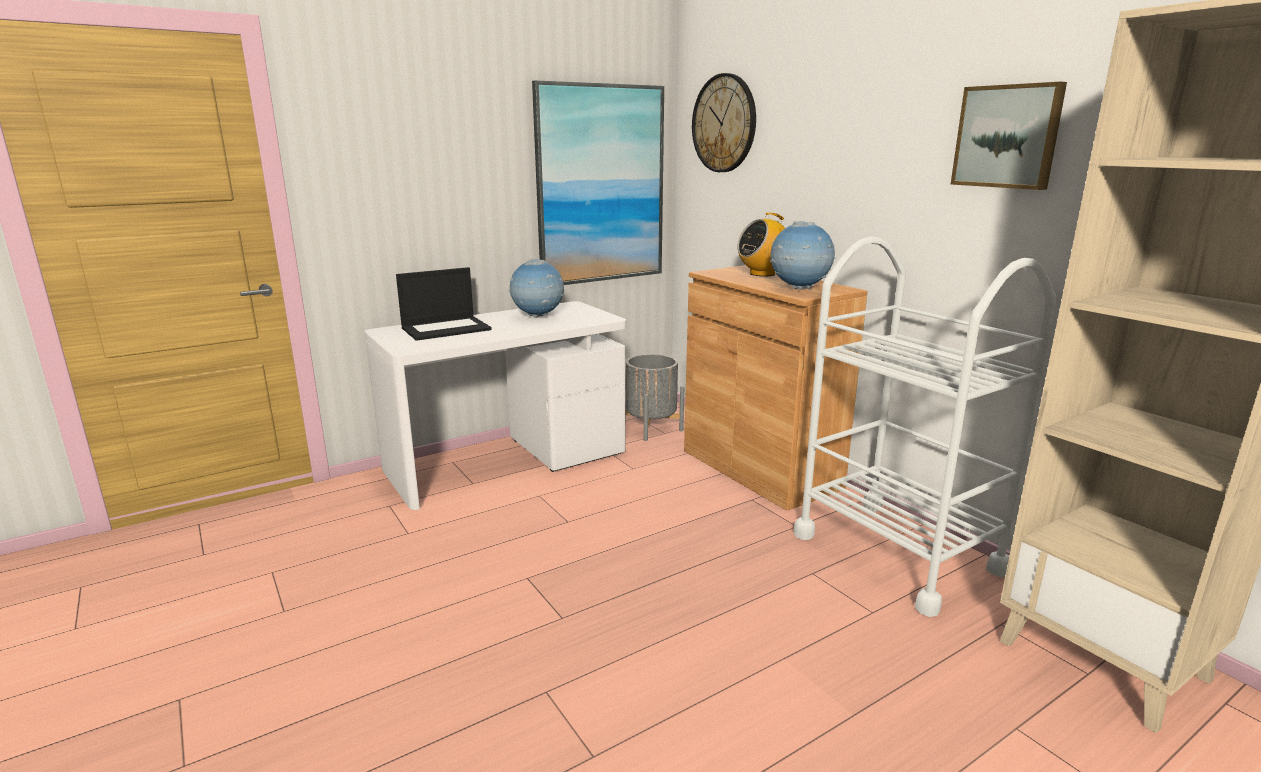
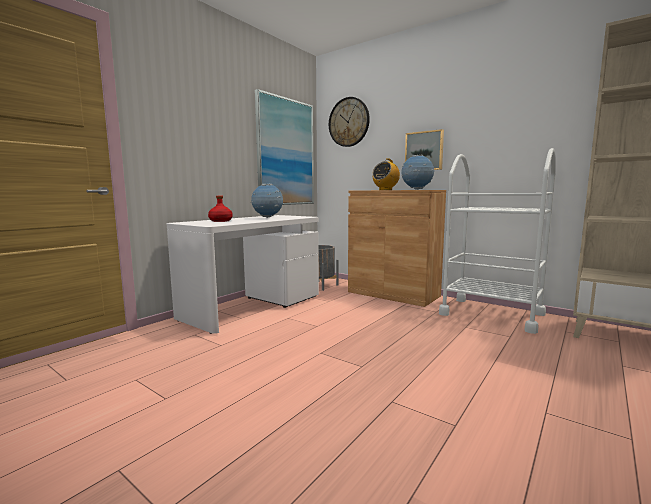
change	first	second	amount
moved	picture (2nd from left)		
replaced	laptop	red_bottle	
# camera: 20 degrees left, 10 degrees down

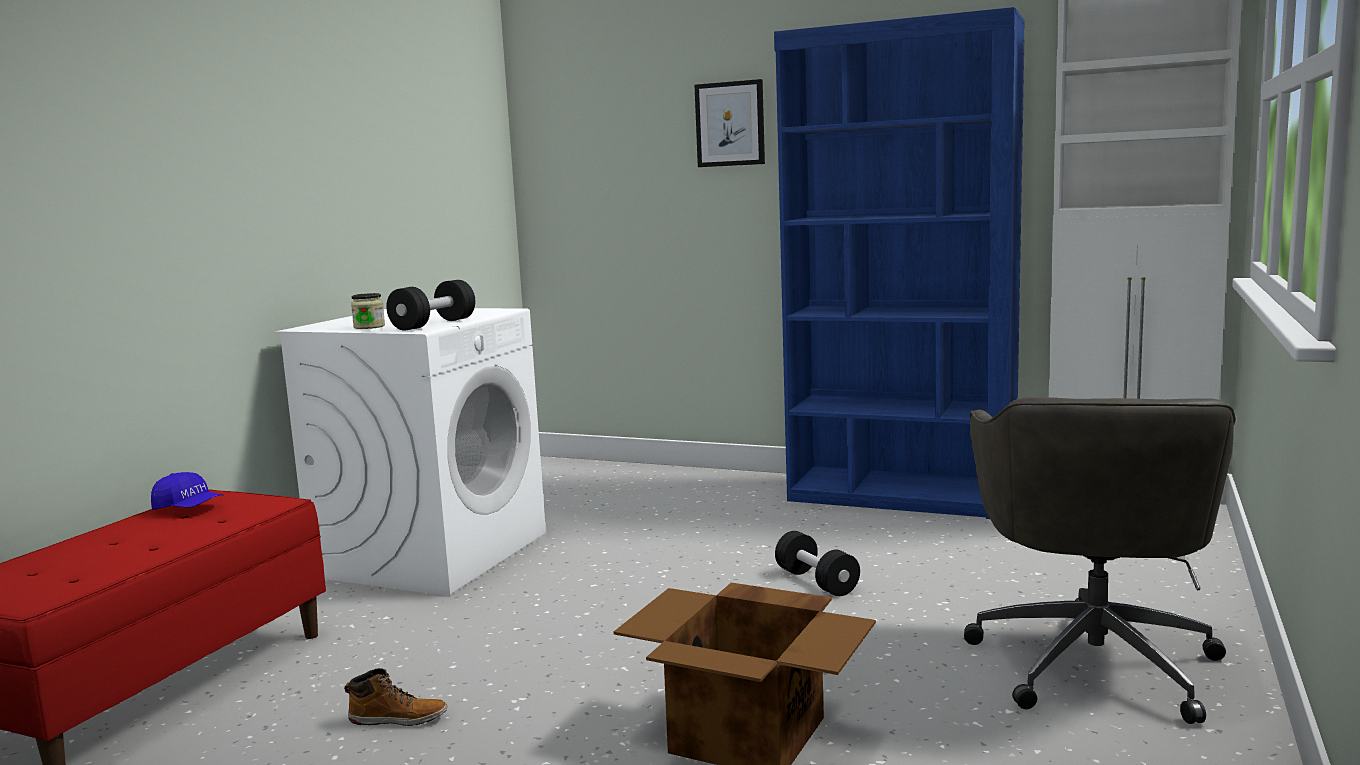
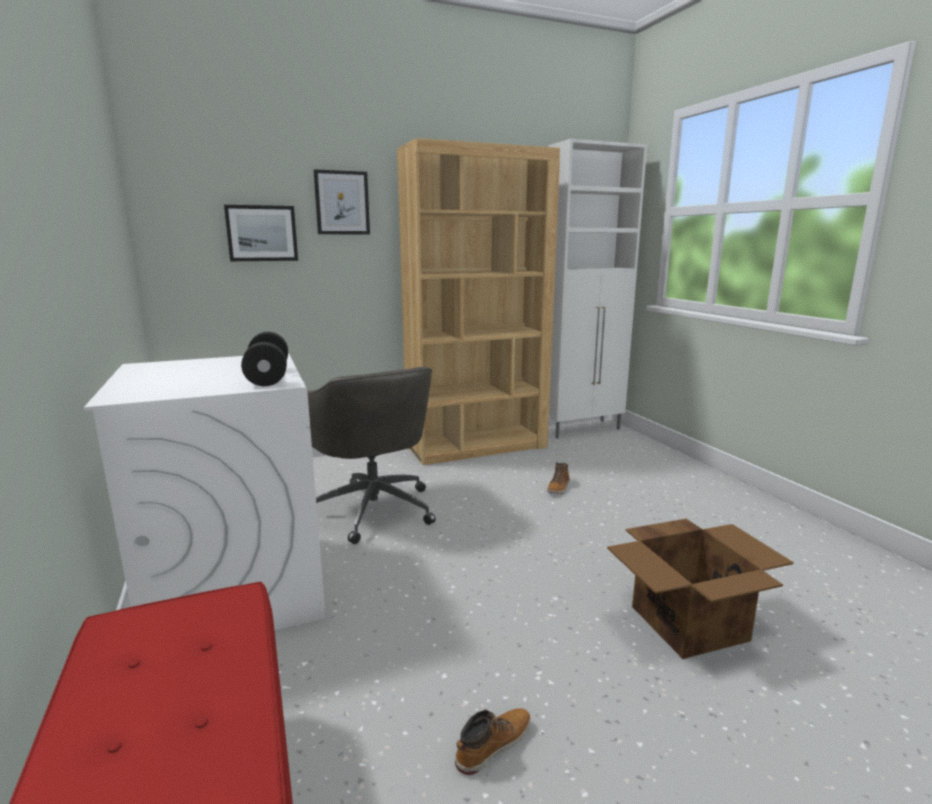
change	first	second	amount
recoloured	blue_bookcase	brown_bookcase	
removed	jar		
moved	grey_office_chair		
removed	blue_cap		
removed	black_dumbbell (2nd from left)		
added		picture (1st from left)	
added		boot (2nd from left)	
# camera: 45 degrees left, 5 degrees up

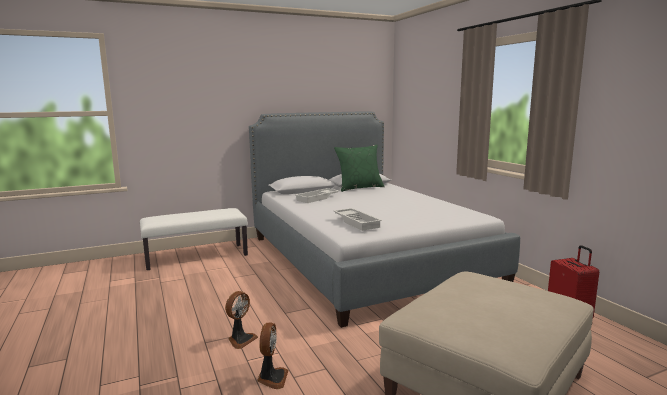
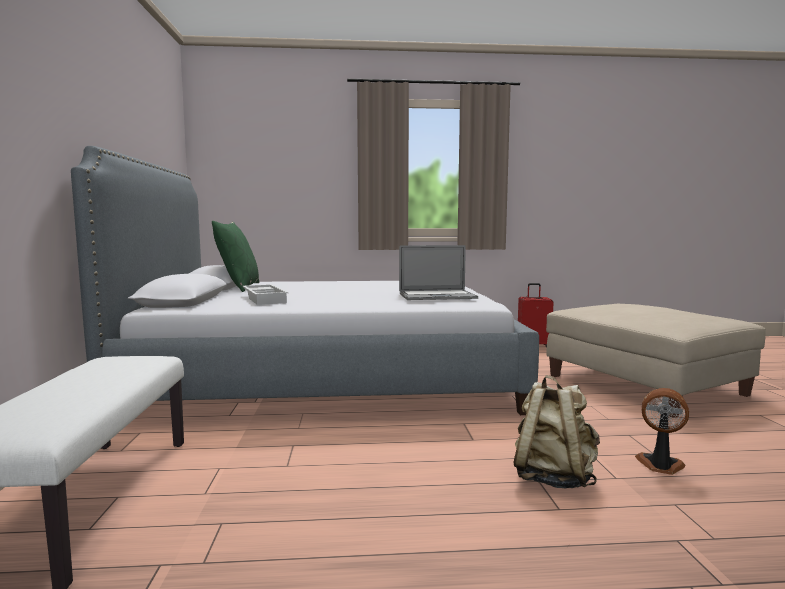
change	first	second	amount
replaced	white_tray (2nd from left)	laptop	
replaced	fan (1st from left)	beige_backpack	
# camera: 70 degrees left, 5 degrees down

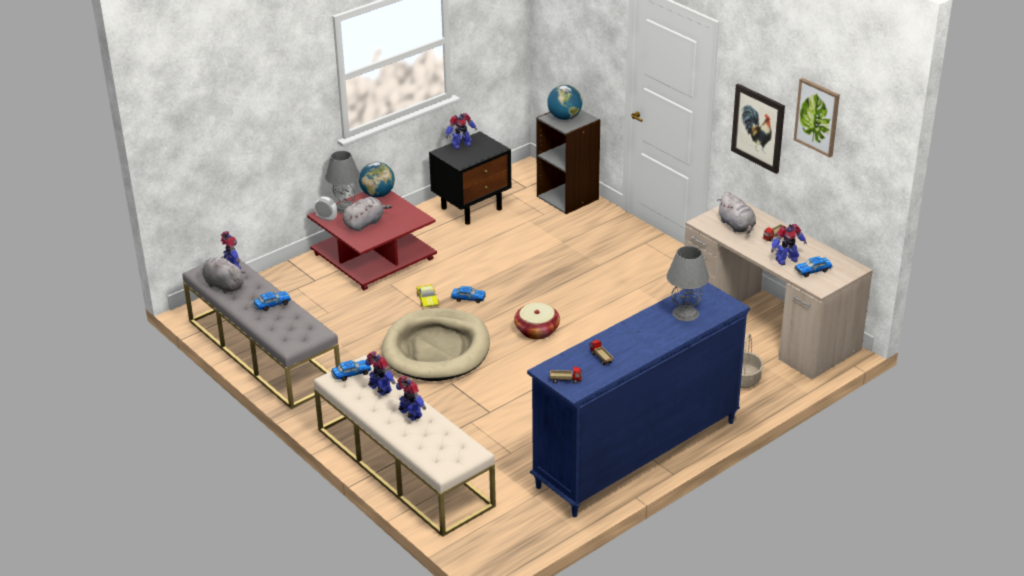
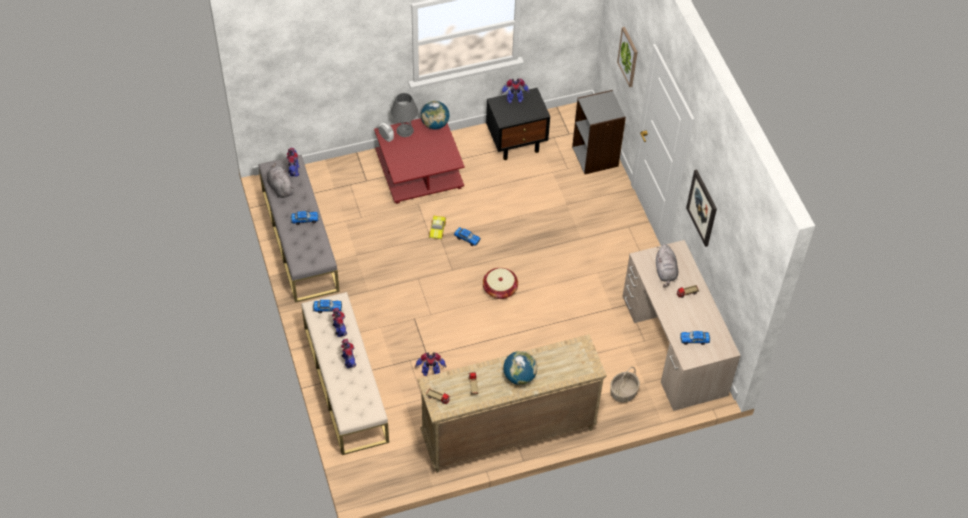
change	first	second	amount
moved	picture (2nd from left in the first image)	picture (1st from left)	
moved	globe (2nd from left)		
removed	grey_plush_toy (2nd from left)		
moved	toy_robot (5th from left in the first image)	toy_robot (4th from left)	
removed	grey_table_lamp (2nd from left)		
recoloured	blue_dresser	beige_dresser	
removed	beige_dog_bed		
# camera: 20 degrees right, 20 degrees up

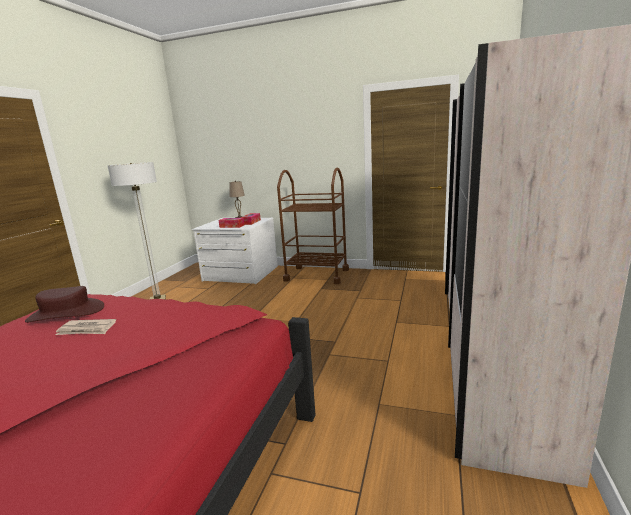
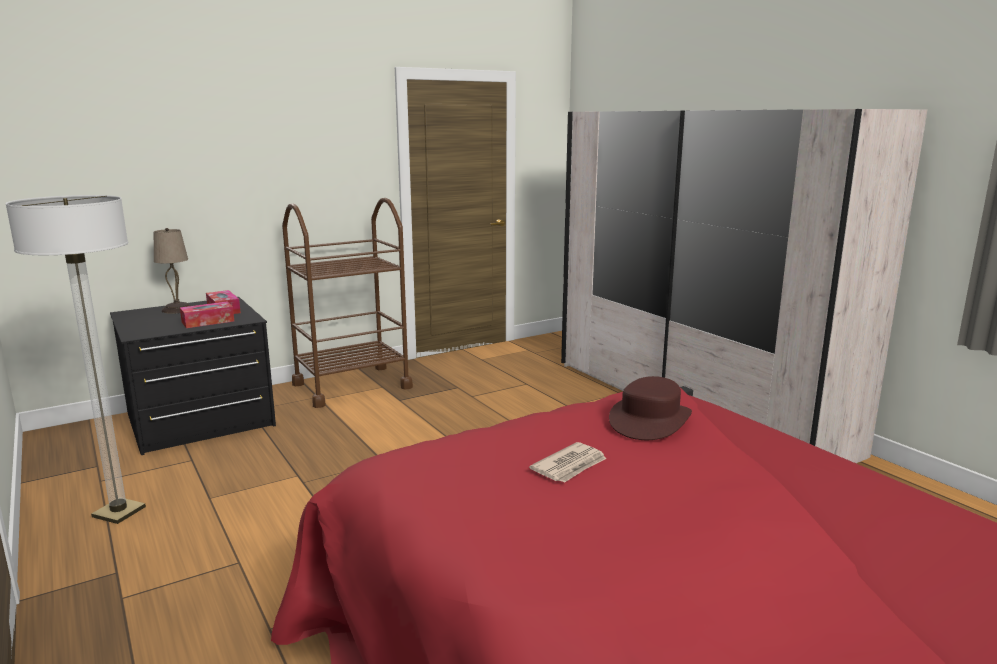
change	first	second	amount
recoloured	white_dresser	black_dresser	
moved	brown_hat		
# camera: 50 degrees left, 0 degrees up

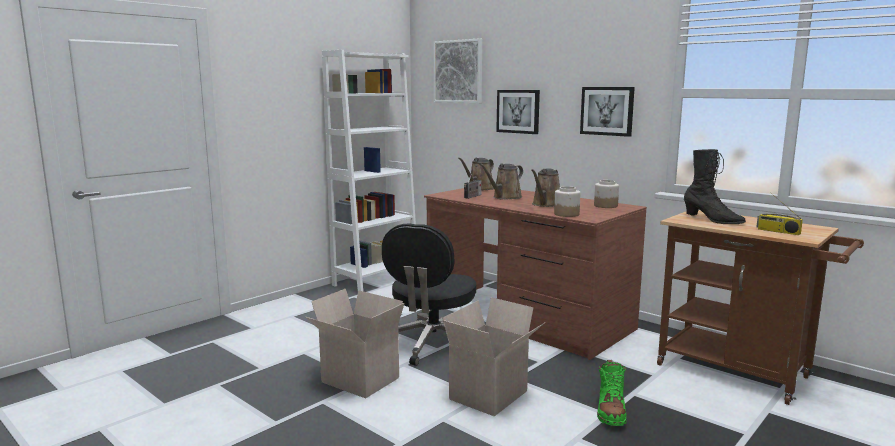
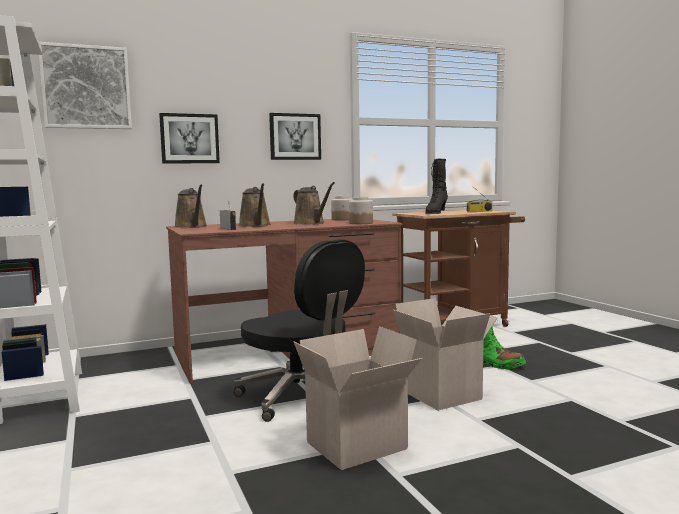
change	first	second	amount
turned	black_boot		135 degrees clockwise
# camera: 65 degrees left, 5 degrees down

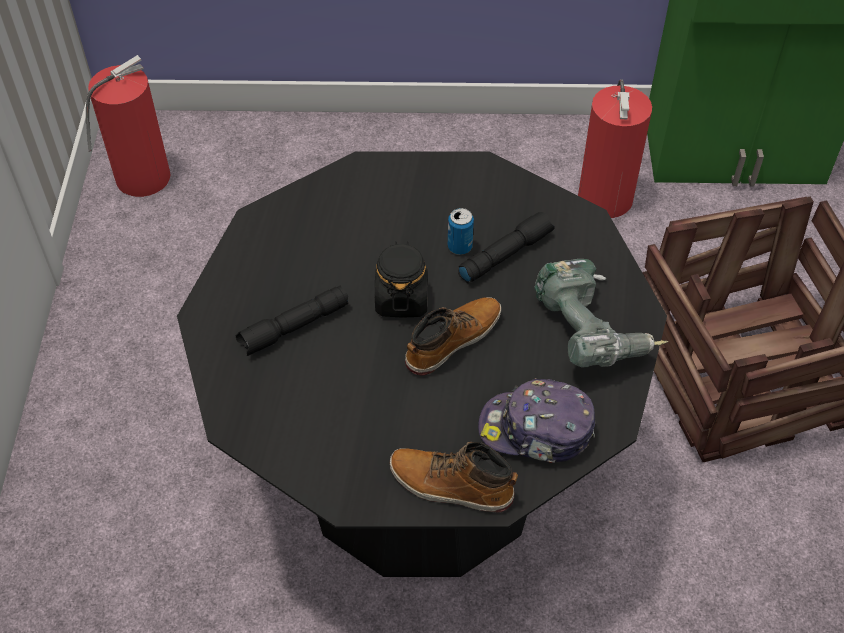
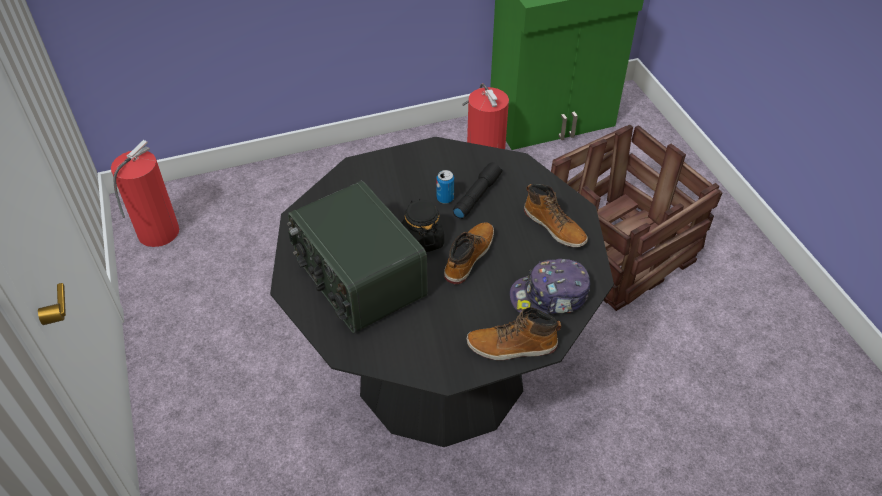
change	first	second	amount
replaced	power_drill	boot (3rd from left)	
replaced	black_flashlight (1st from left)	radio	
# camera: 20 degrees left, 5 degrees down

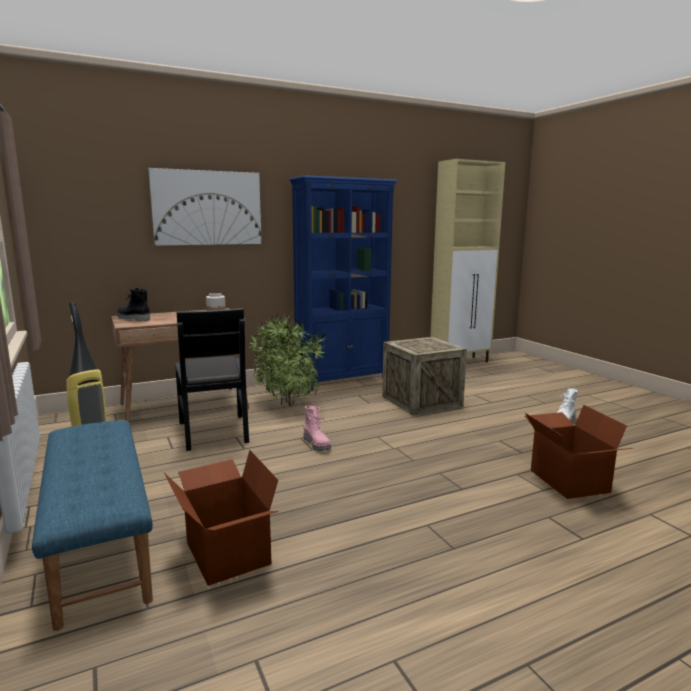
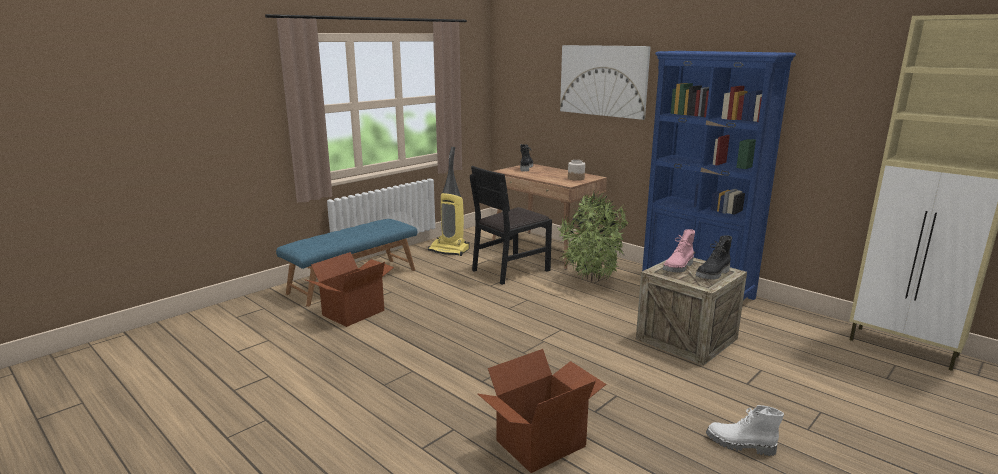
change	first	second	amount
moved	pink_boot		
added		black_boot (2nd from left)	
# camera: 70 degrees right, 5 degrees up

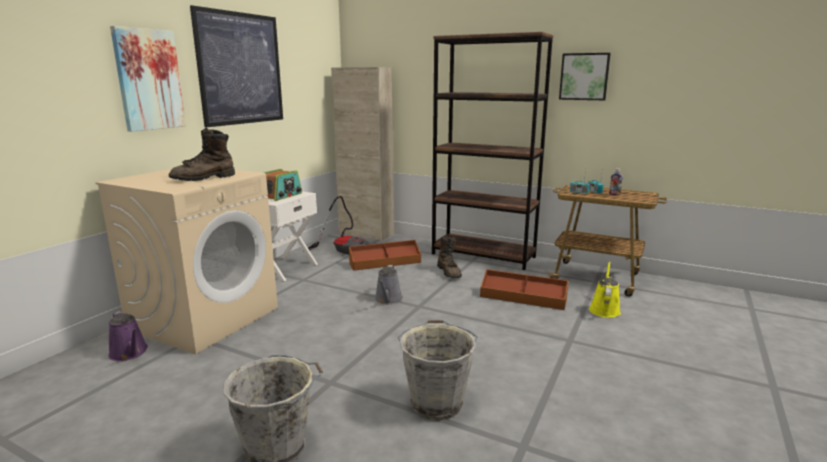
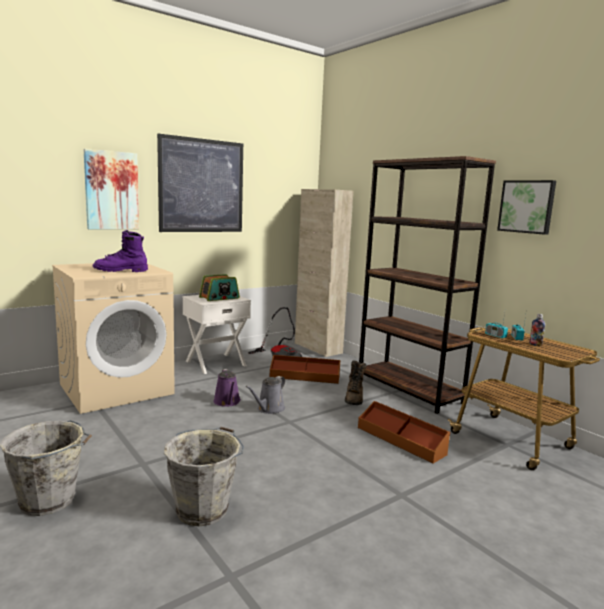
change	first	second	amount
recoloured	brown_boot (1st from left)	purple_boot	
removed	yellow_watering_can		
moved	purple_watering_can		
# camera: 25 degrees right, 5 degrees down

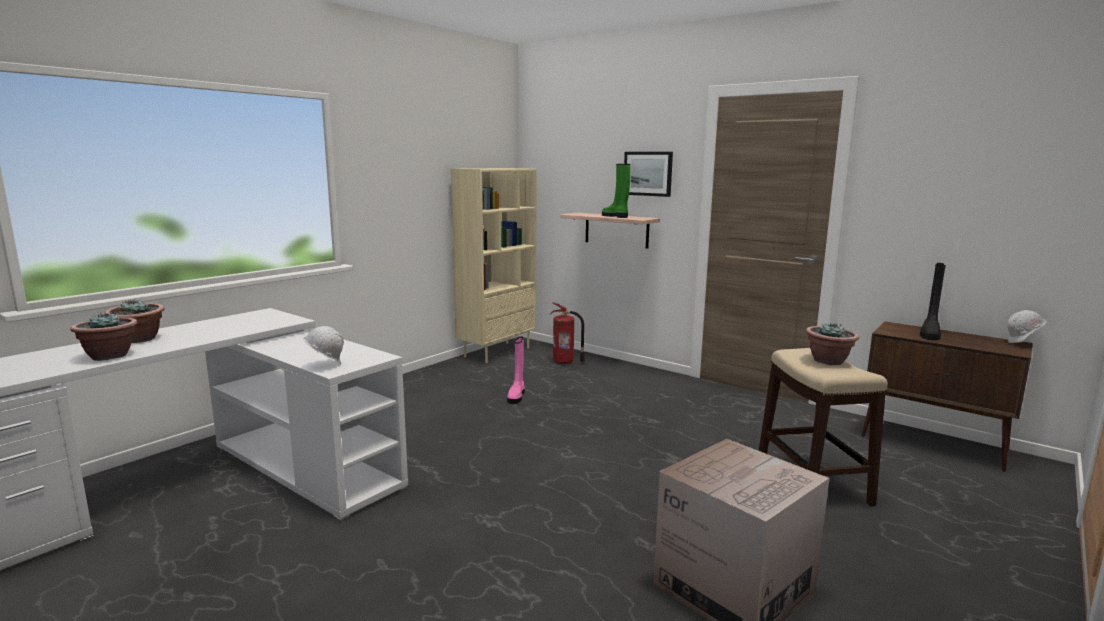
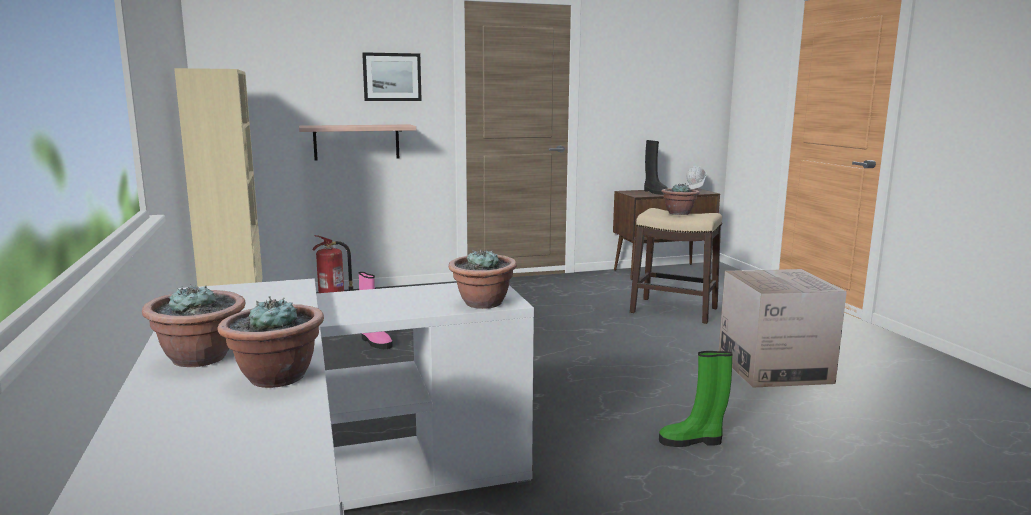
change	first	second	amount
moved	green_boot		
replaced	white_hard_hat (1st from left)	potted_plant (3rd from left)	
# camera: 55 degrees left, 0 degrees up

